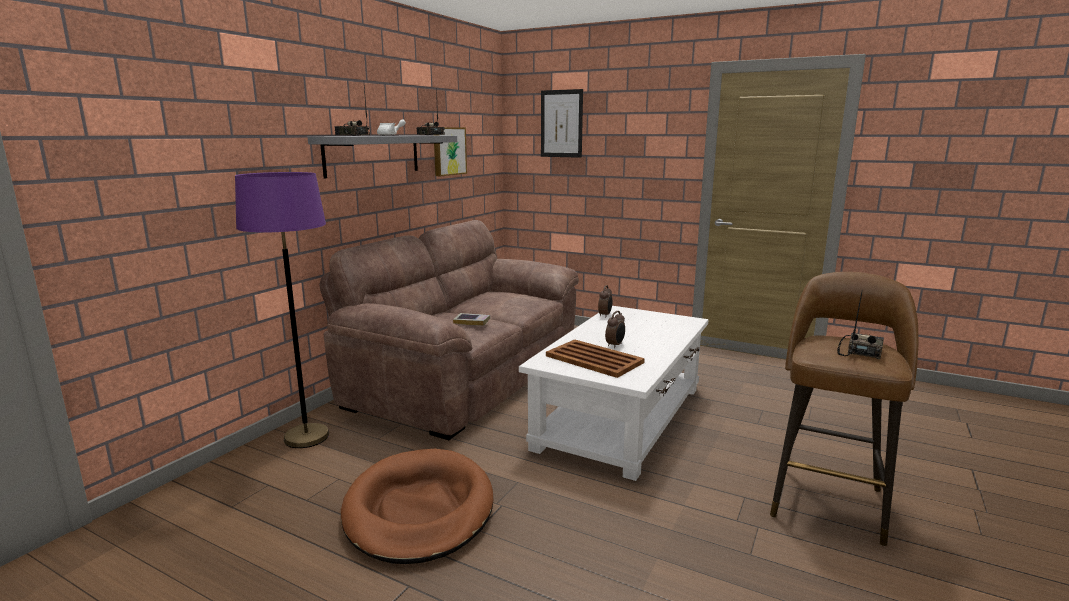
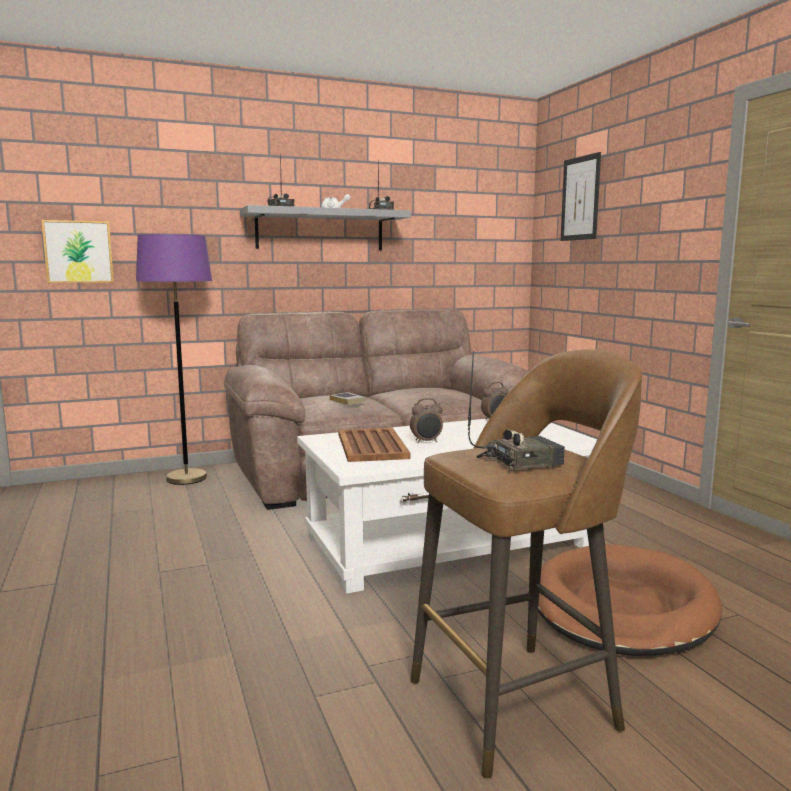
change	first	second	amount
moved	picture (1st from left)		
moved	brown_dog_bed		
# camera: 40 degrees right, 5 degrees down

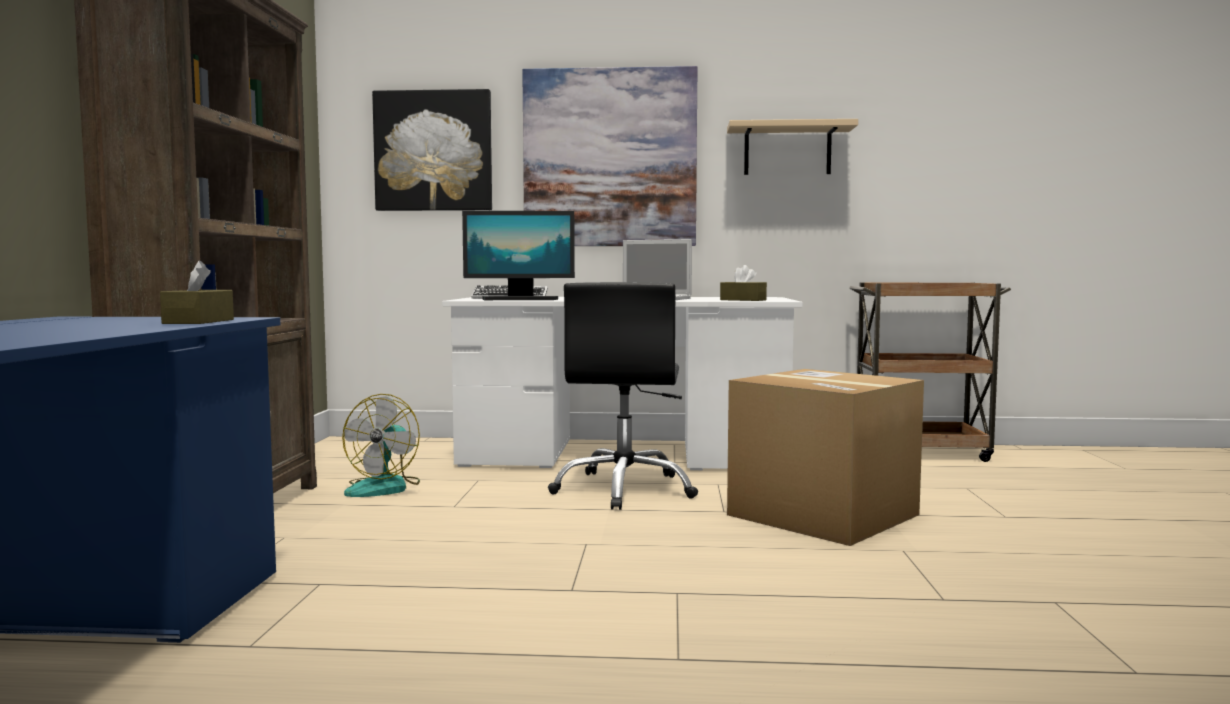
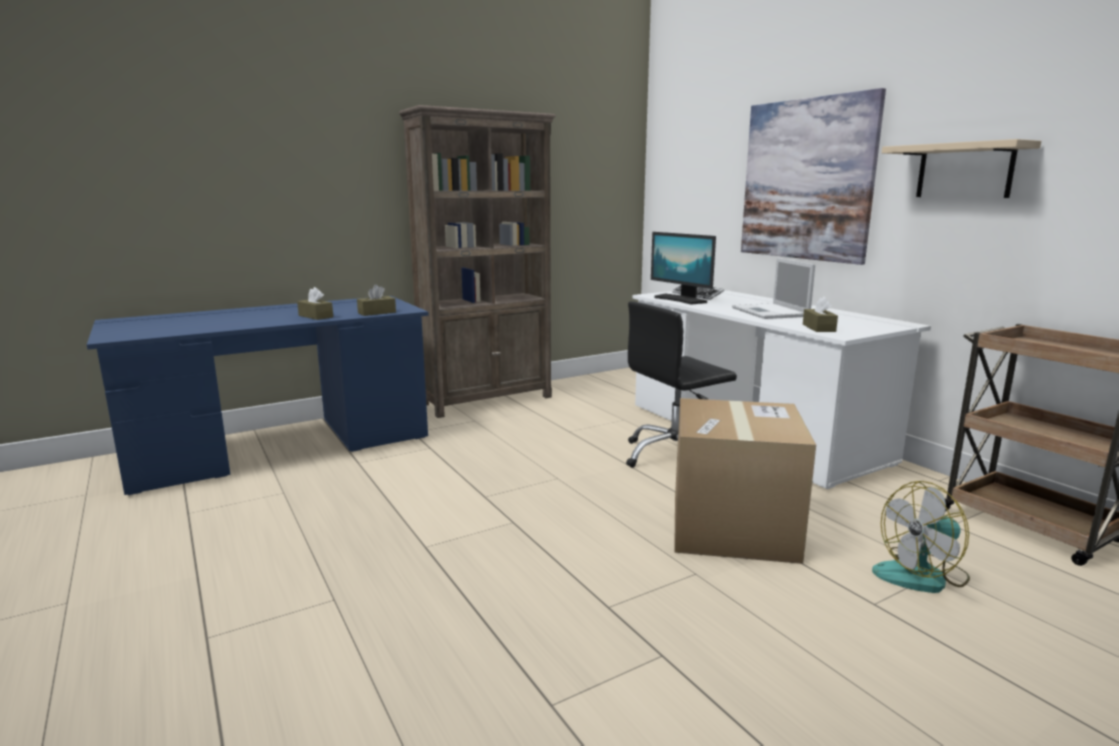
change	first	second	amount
removed	picture (1st from left)		
moved	fan		
added		brown_tissue_box (1st from left)	
# camera: 55 degrees right, 10 degrees up

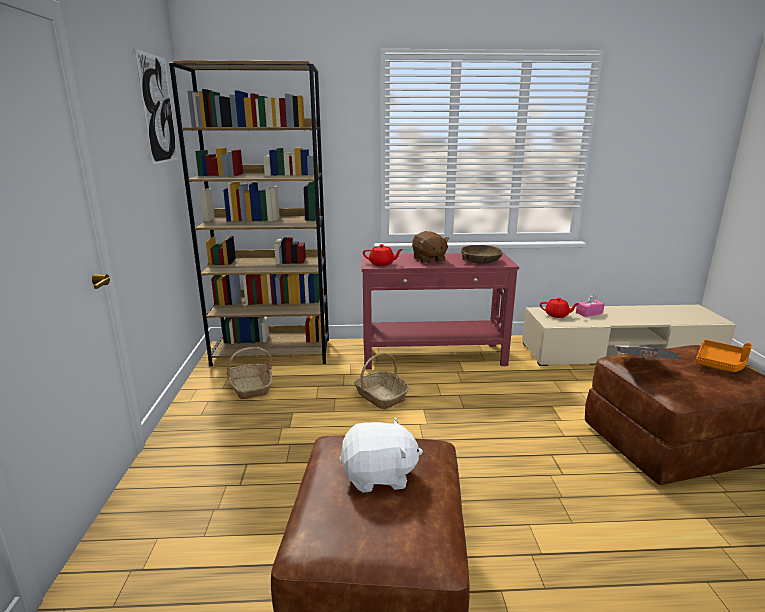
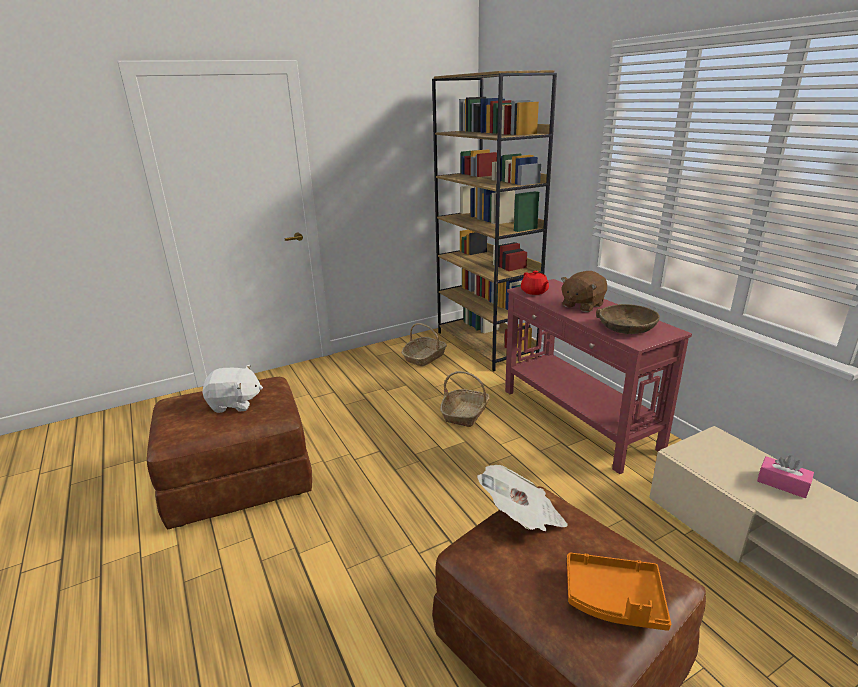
change	first	second	amount
removed	picture		
removed	red_teapot (2nd from left)		
turned	white_plush_toy		60 degrees counterclockwise
# camera: 65 degrees right, 5 degrees up

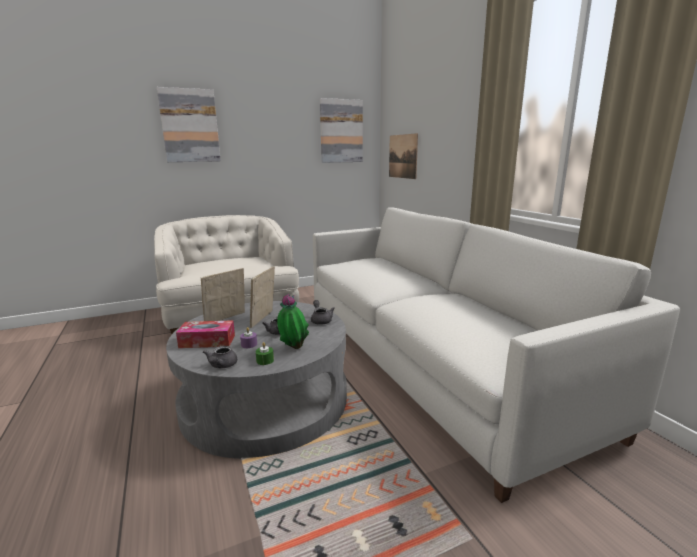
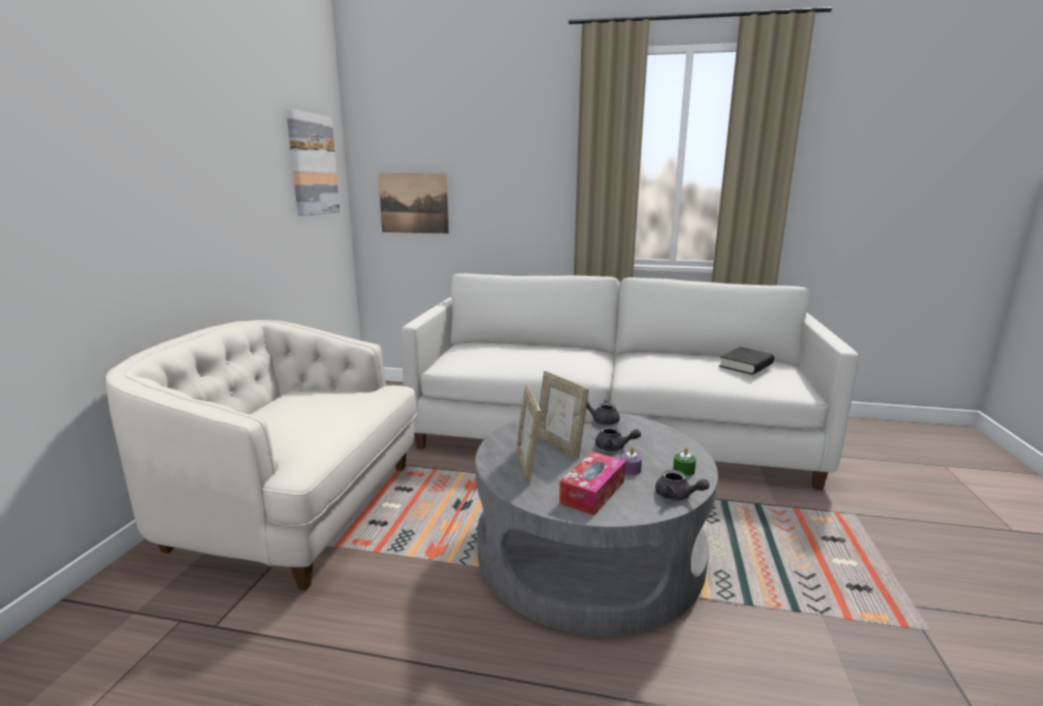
change	first	second	amount
removed	picture (1st from left)		
removed	potted_plant		
added		black_book	
# camera: 55 degrees left, 0 degrees up

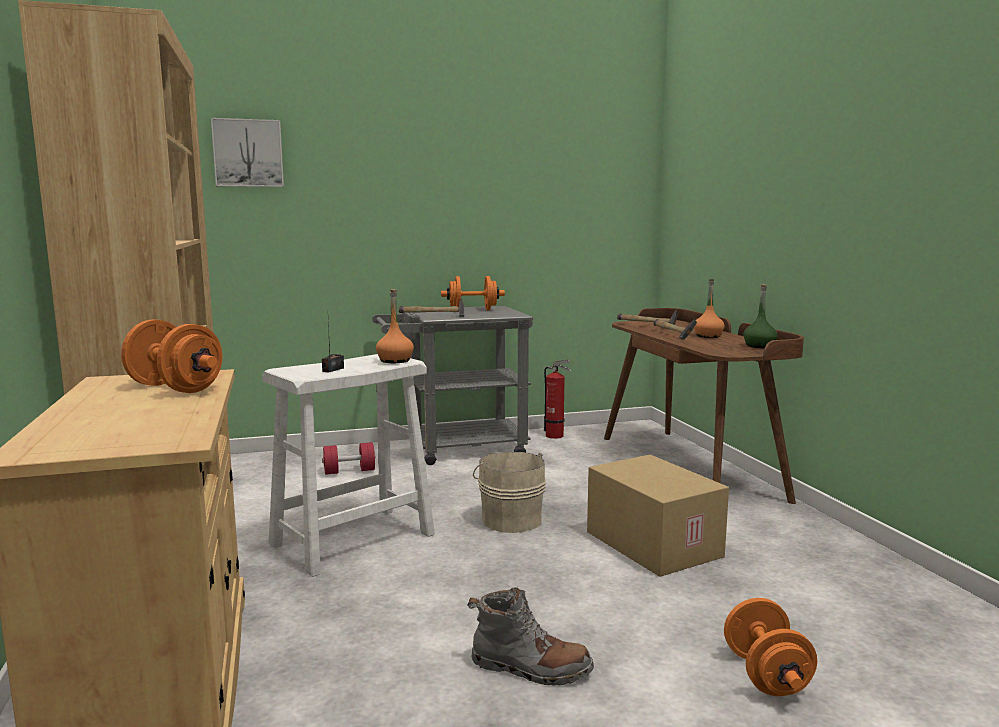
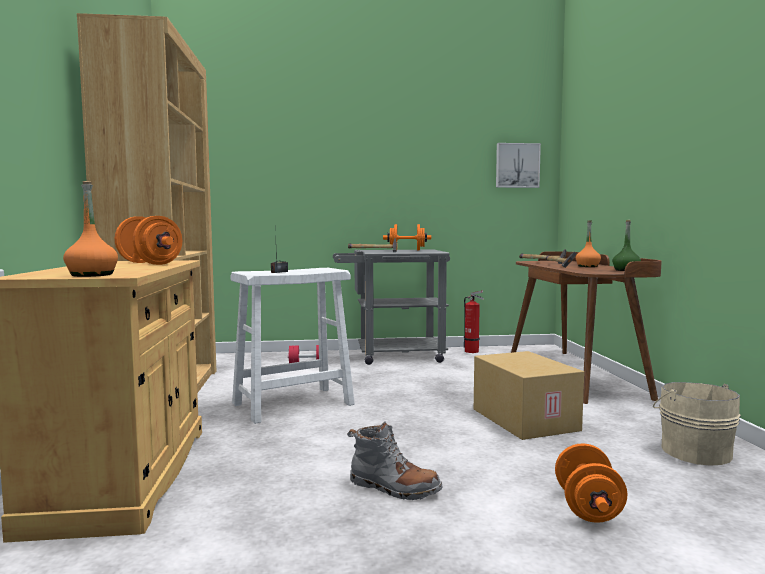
change	first	second	amount
moved	picture		
moved	orange_bottle (1st from left)		
moved	beige_bucket		
# camera: 10 degrees right, 5 degrees down

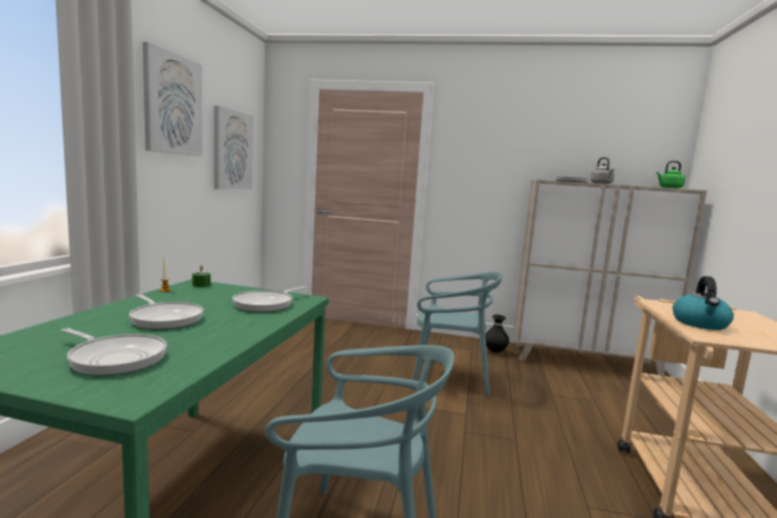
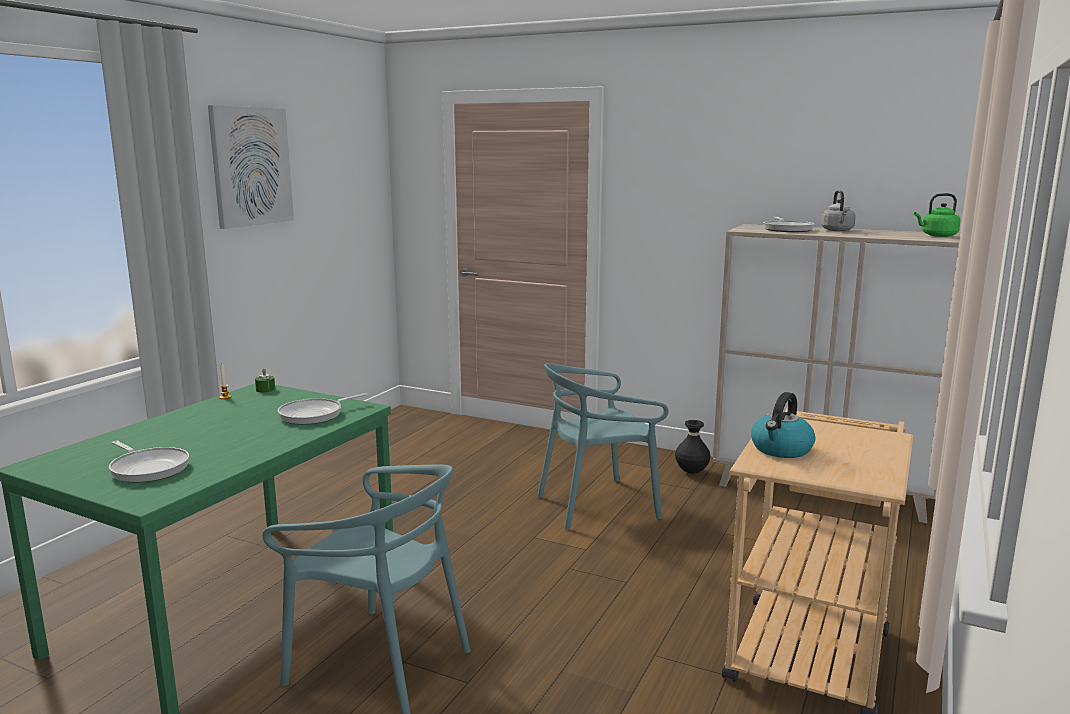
change	first	second	amount
removed	picture (2nd from left)		
turned	turquoise_chair (2nd from left)		135 degrees clockwise
removed	frying_pan (2nd from left)		
# camera: 15 degrees right, 5 degrees up

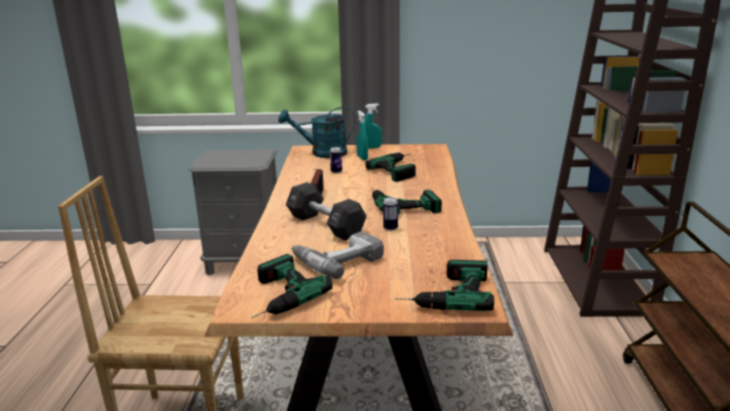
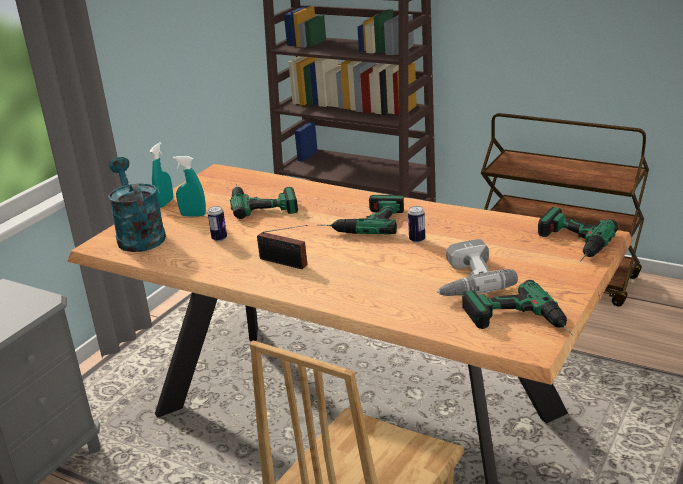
change	first	second	amount
turned	turquoise_watering_can		135 degrees clockwise
removed	black_dumbbell		
# camera: 60 degrees left, 5 degrees up

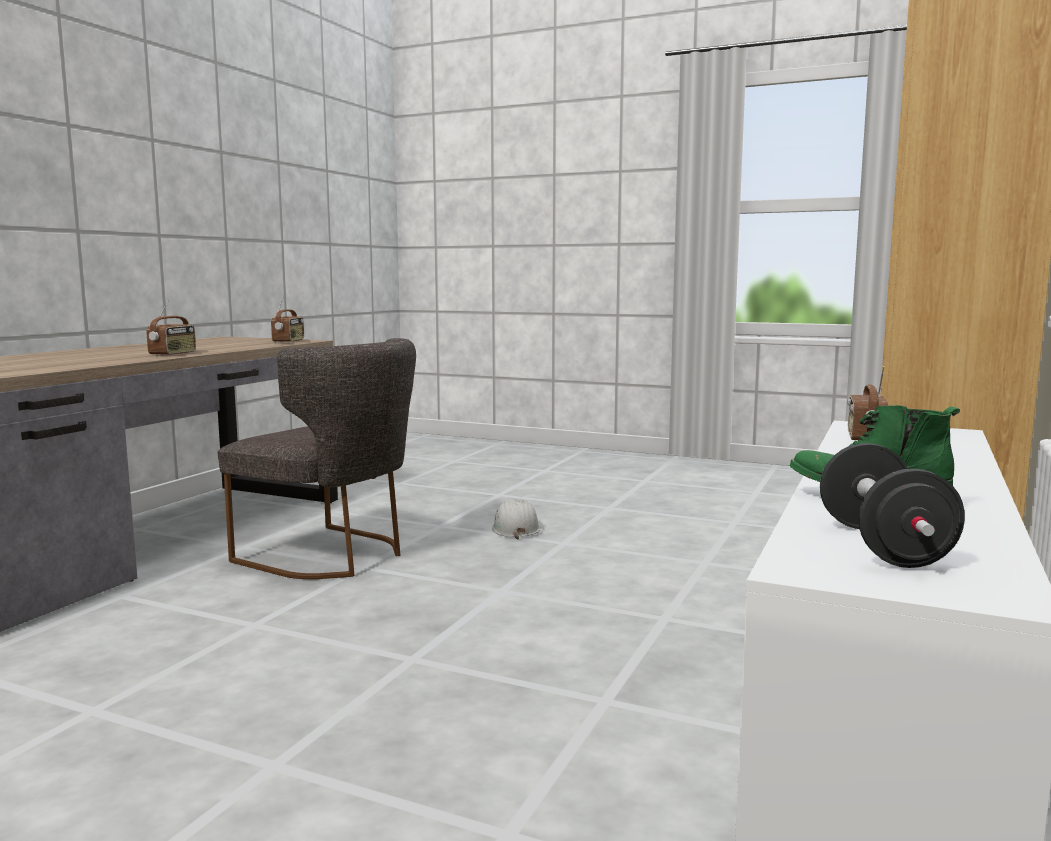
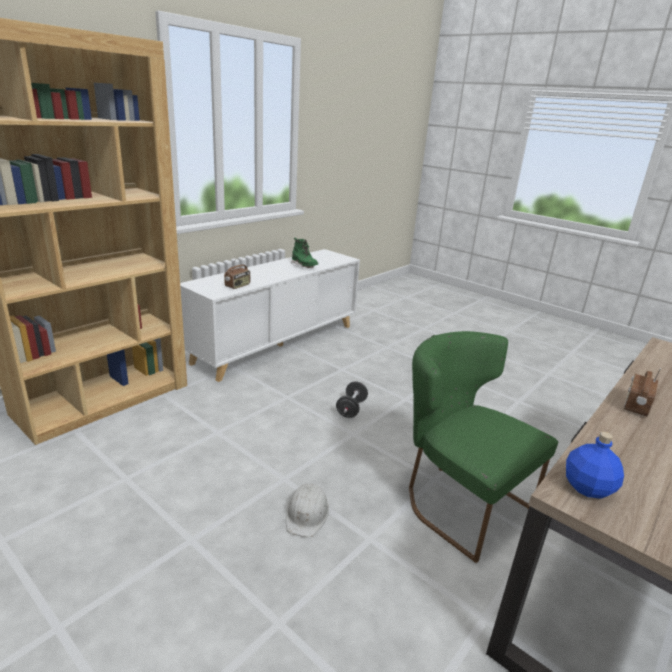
change	first	second	amount
replaced	radio (2nd from left)	blue_bottle	
recoloured	grey_chair	green_chair	
moved	black_dumbbell		
# camera: 165 degrees left, 15 degrees up

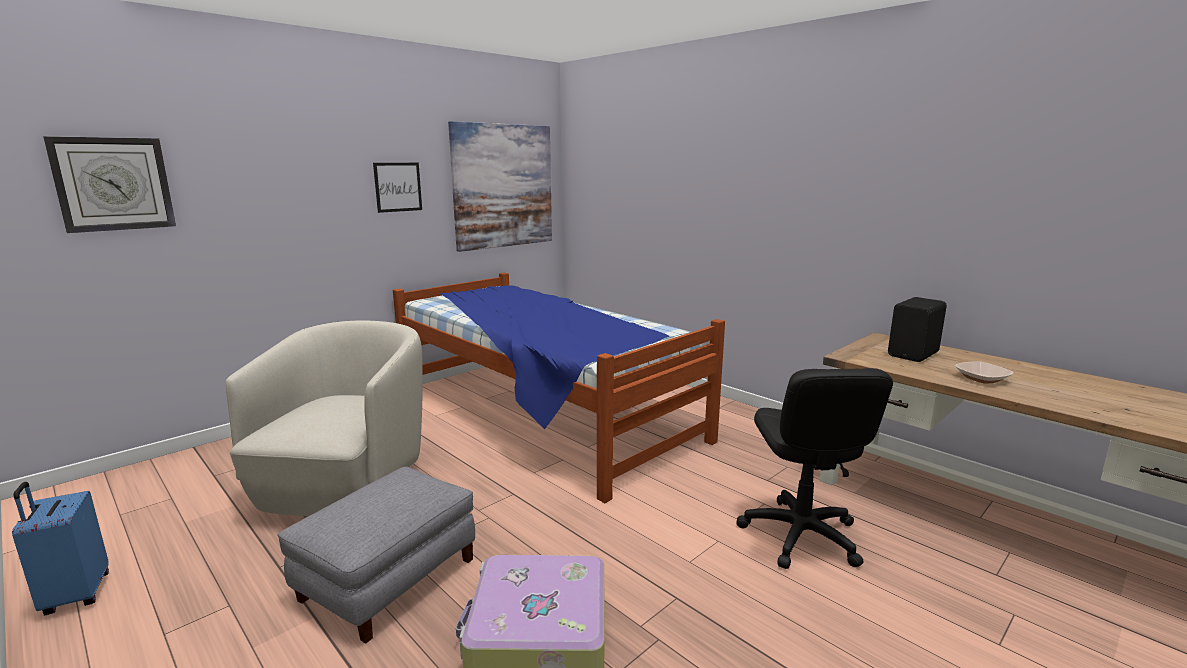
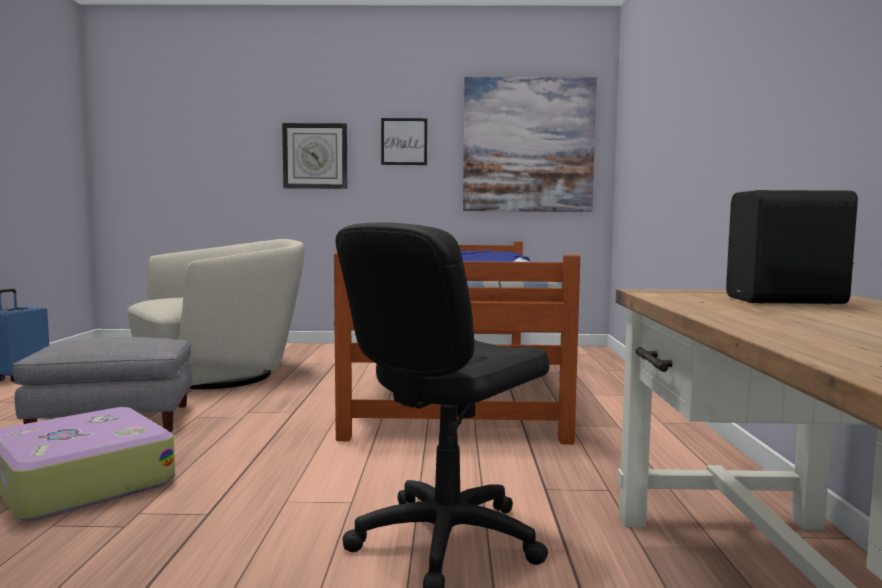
change	first	second	amount
moved	wall_clock		
removed	bowl		
# camera: 45 degrees right, 10 degrees down

